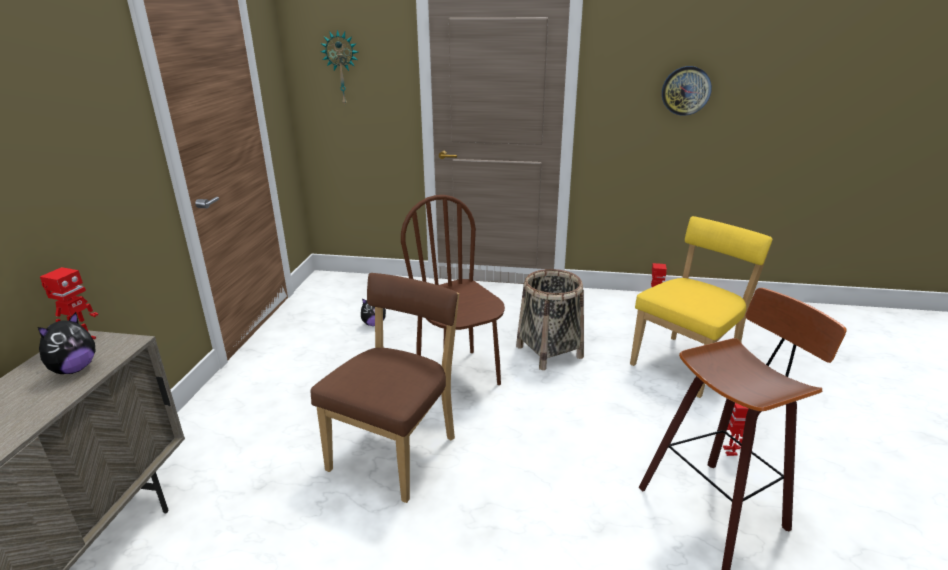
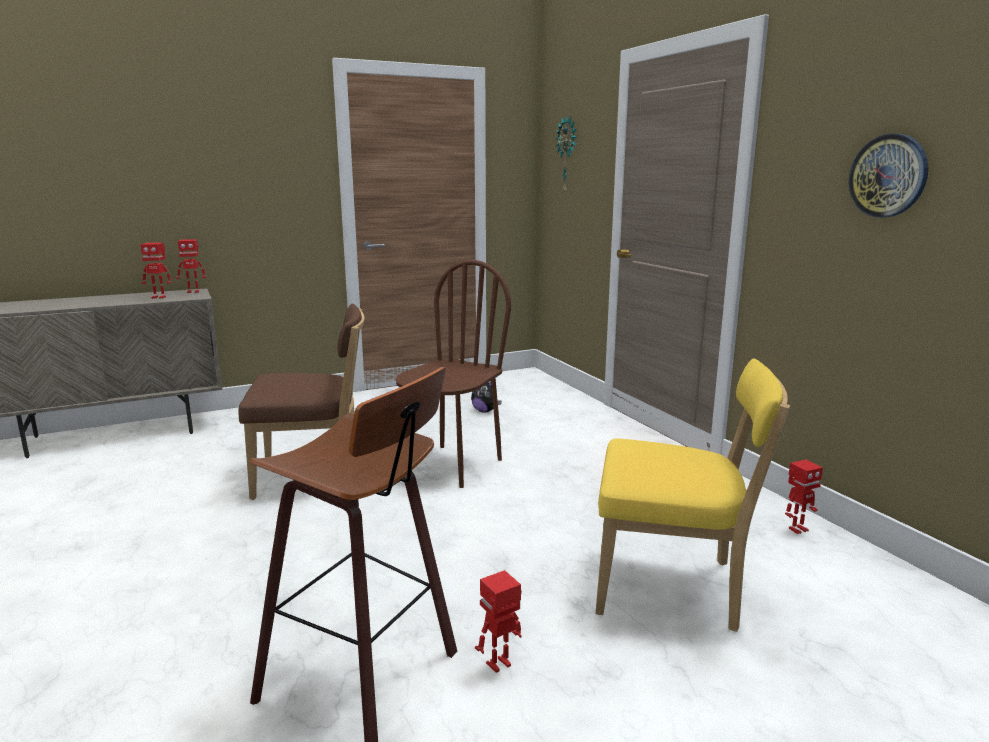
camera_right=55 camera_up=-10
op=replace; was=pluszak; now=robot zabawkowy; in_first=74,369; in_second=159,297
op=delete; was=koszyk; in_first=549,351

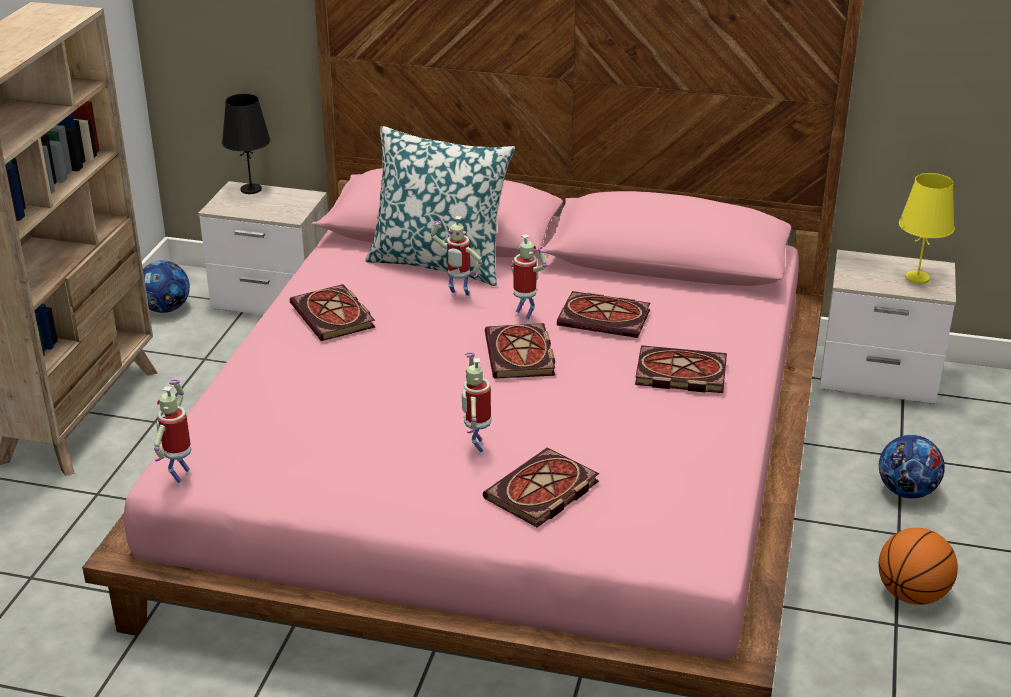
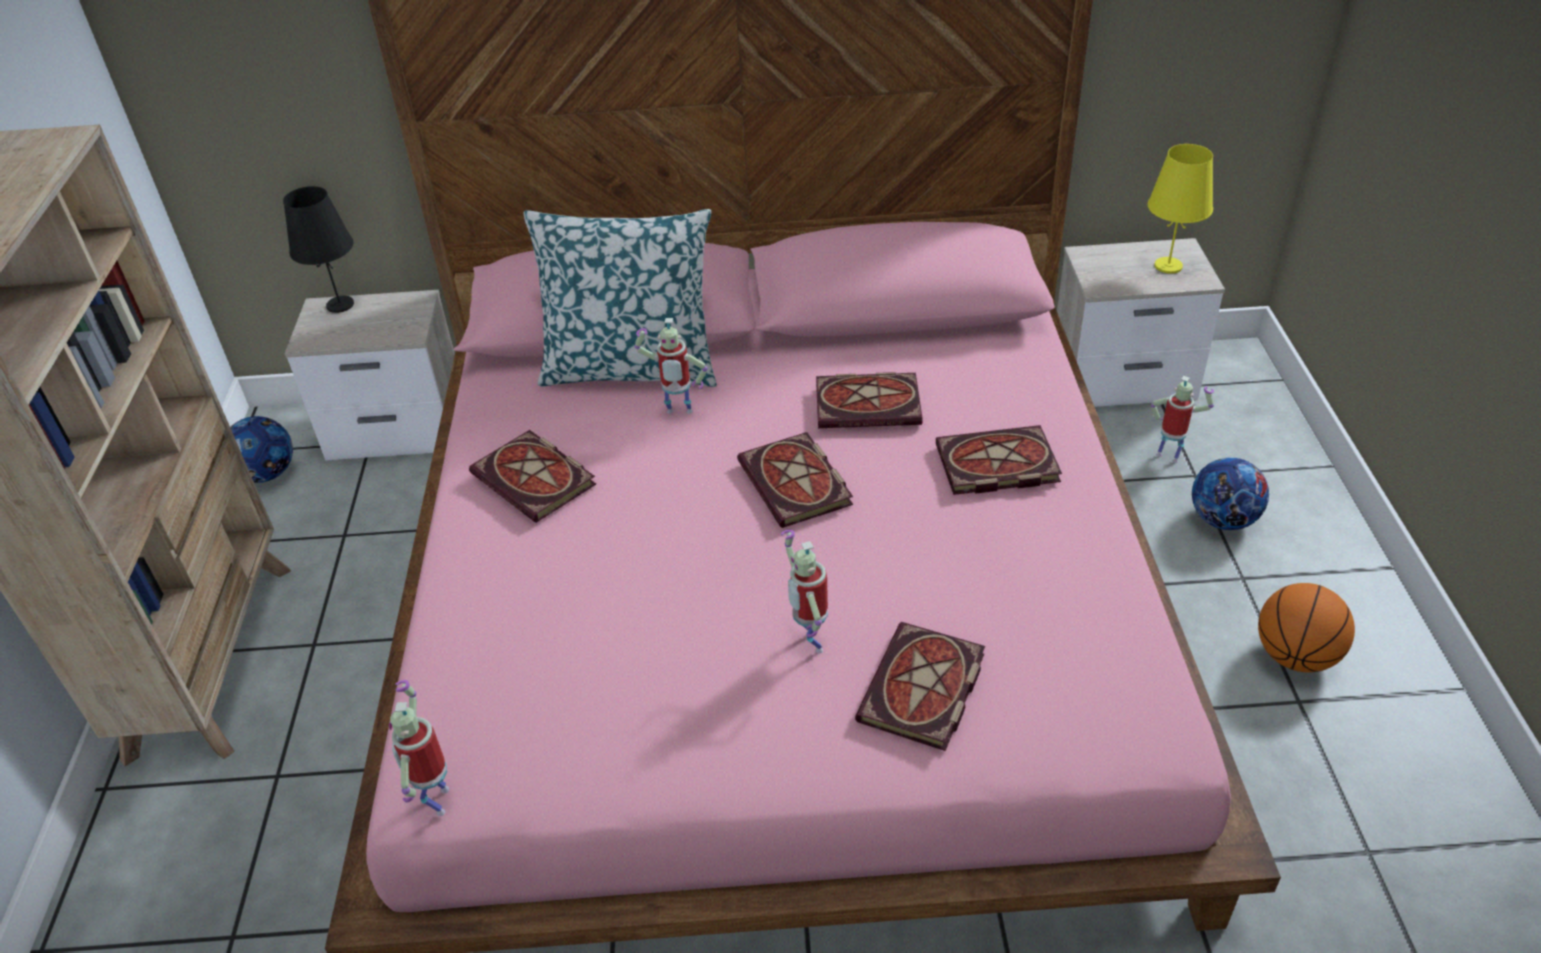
camera_right=-15 camera_up=10
op=move; was=robot zabawkowy; in_first=525,318; in_second=1169,456

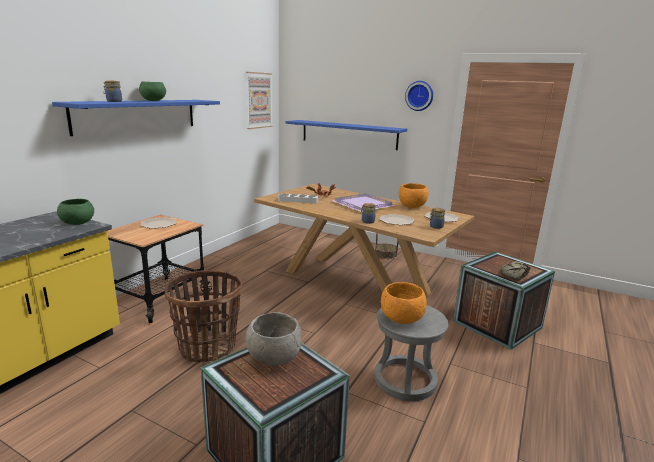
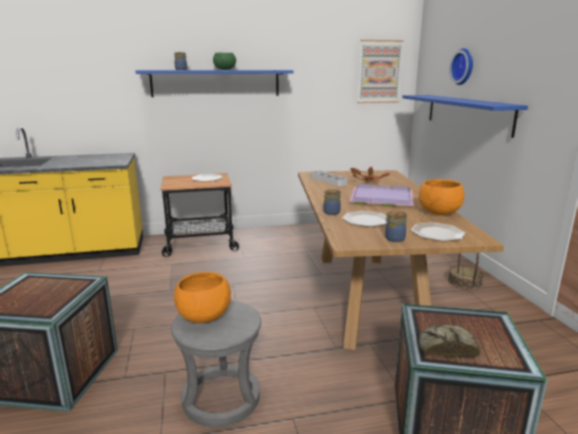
camera_right=50 camera_up=0
op=move; was=zegar ścienny; in_first=419,96; in_second=464,66
op=delete; was=miska (zielony); in_first=77,223
op=delete; was=koszyk; in_first=207,347
op=delete; was=miska (szary); in_first=274,359

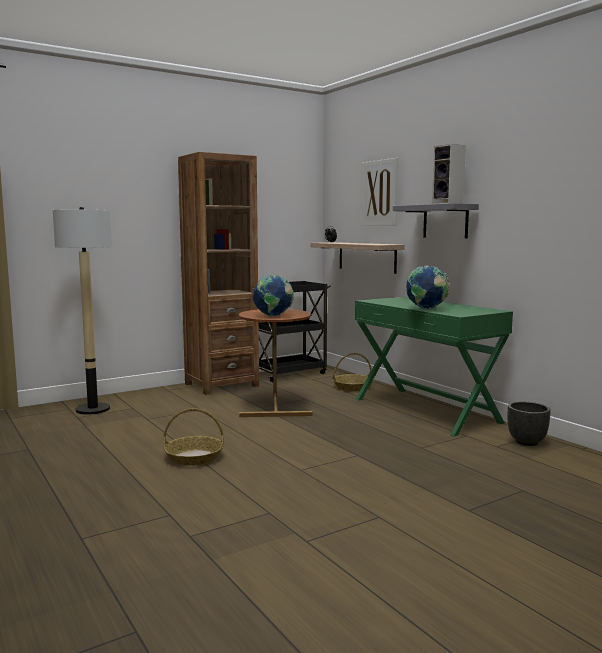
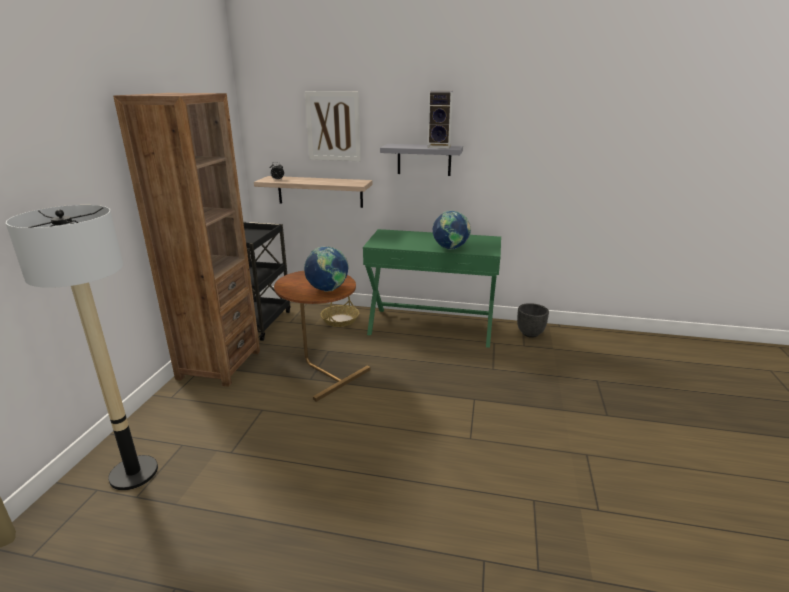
camera_right=-45 camera_up=15
op=delete; was=koszyk; in_first=194,457

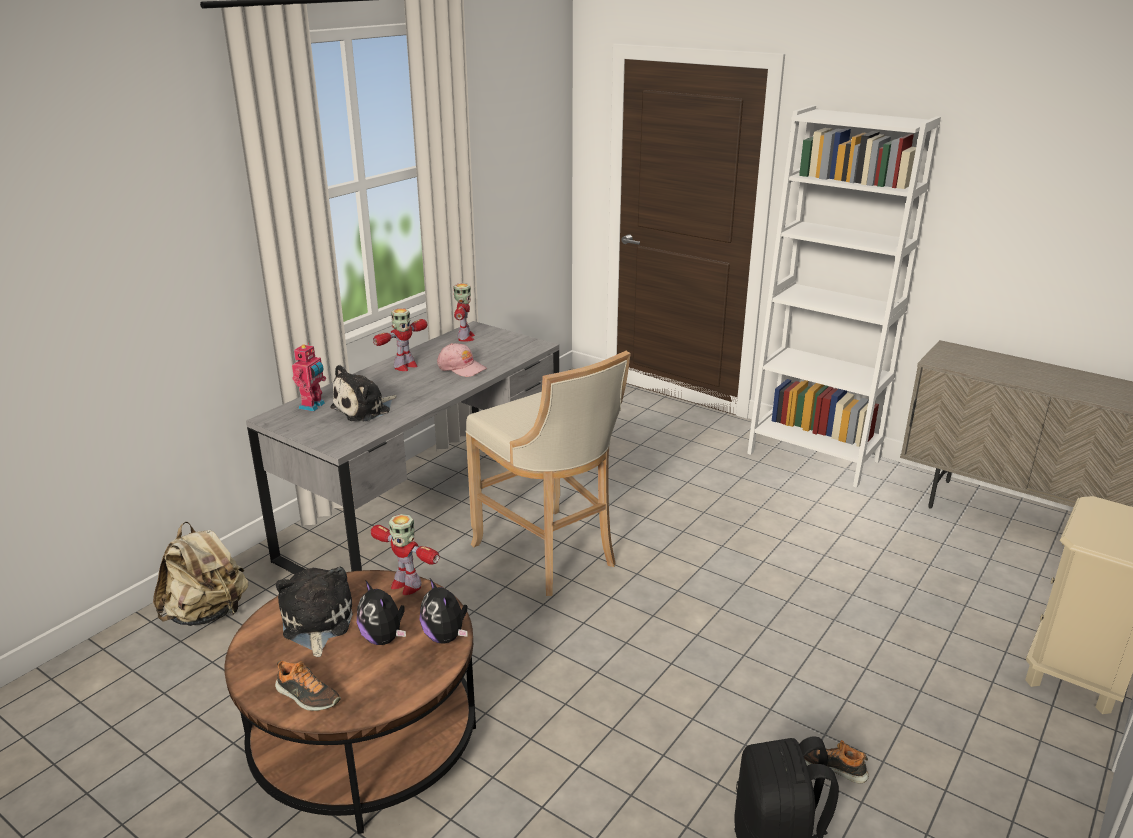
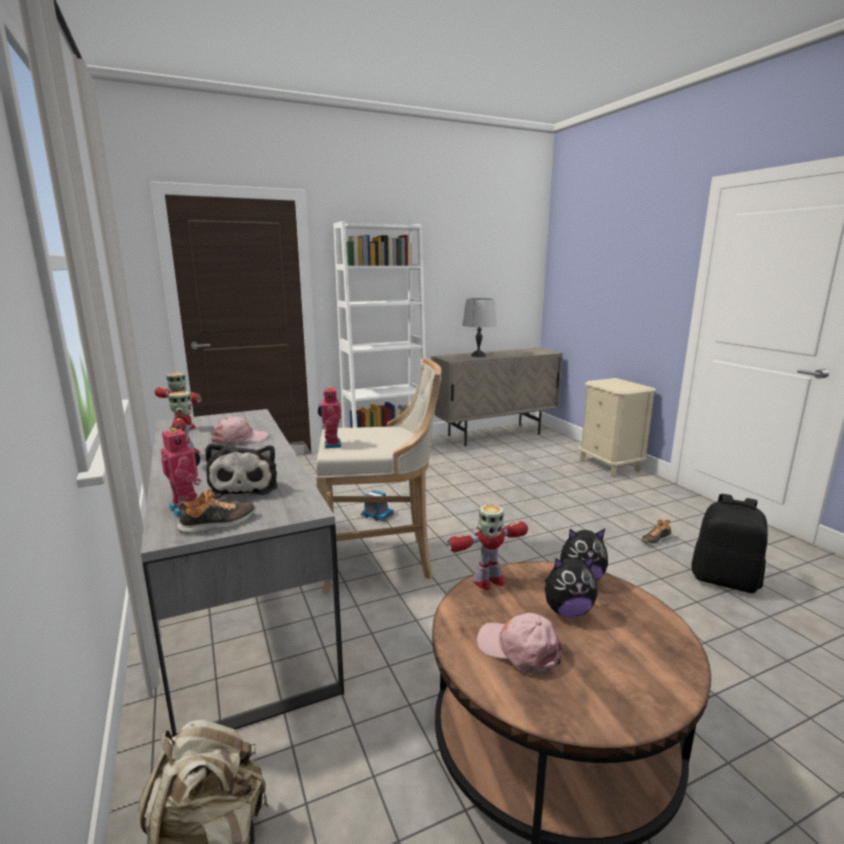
camera_right=-60 camera_up=-10
op=move; was=but; in_first=307,696; in_second=218,524
op=insert; now=robot zabawkowy; in_second=331,445
op=insert; now=ciężarówka zabawkowa; in_second=376,515
op=insert; now=lampa stołowa (szary); in_second=478,355
op=replace; was=pluszak; now=czapka z daszkiem (różowy); in_first=316,623; in_second=519,649

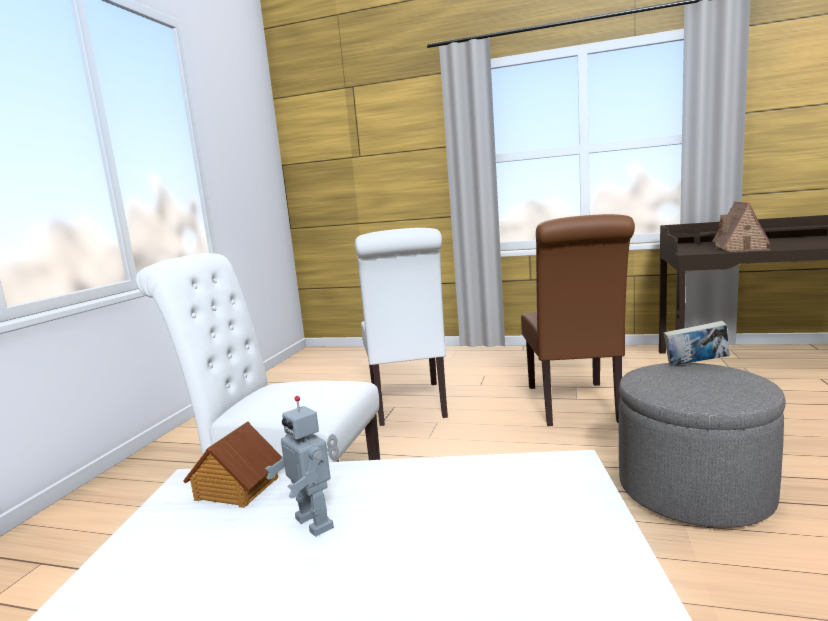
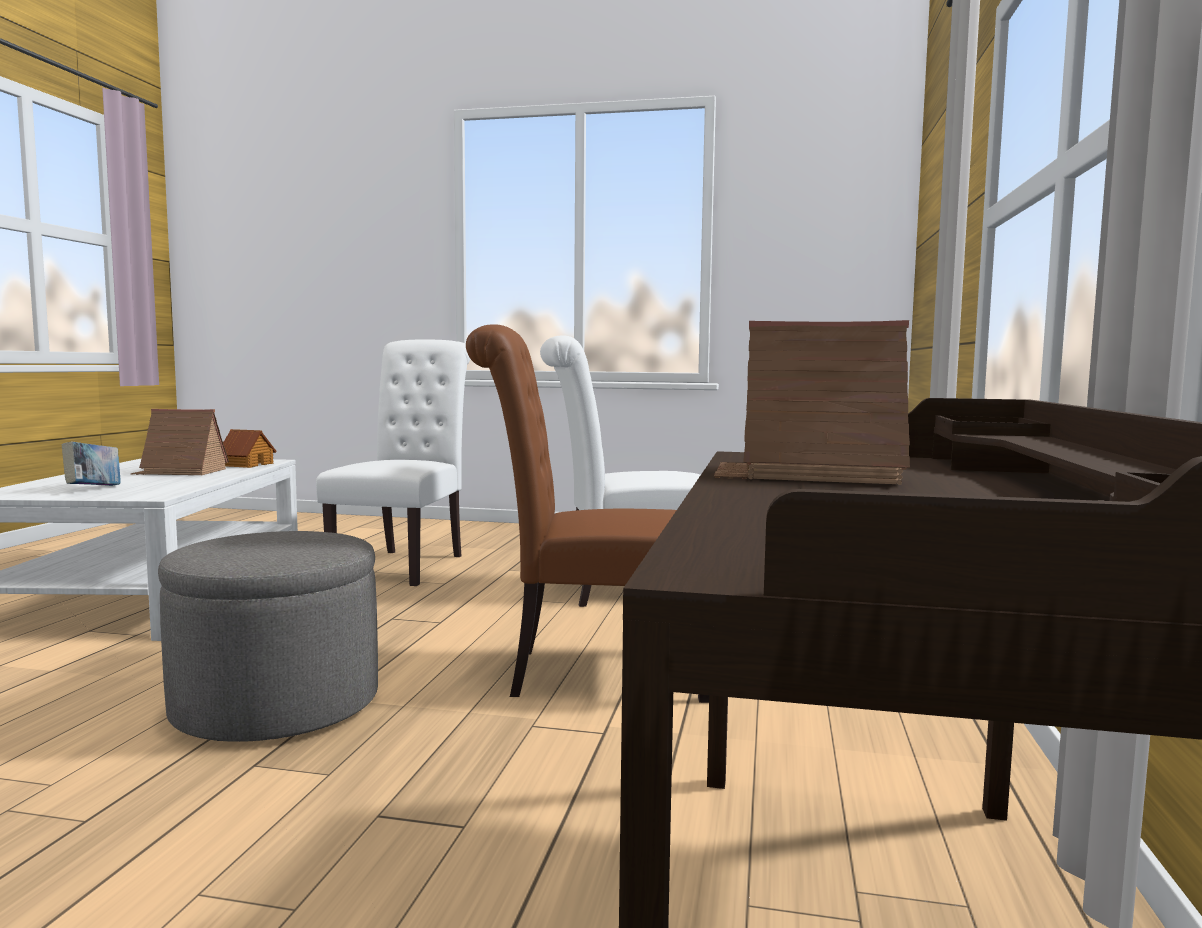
camera_right=85 camera_up=-5
op=move; was=książka; in_first=695,365; in_second=93,489
op=replace; was=robot zabawkowy; now=domek; in_first=316,522; in_second=181,472

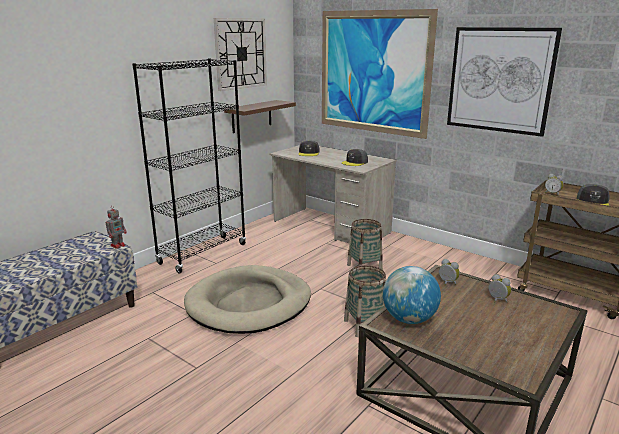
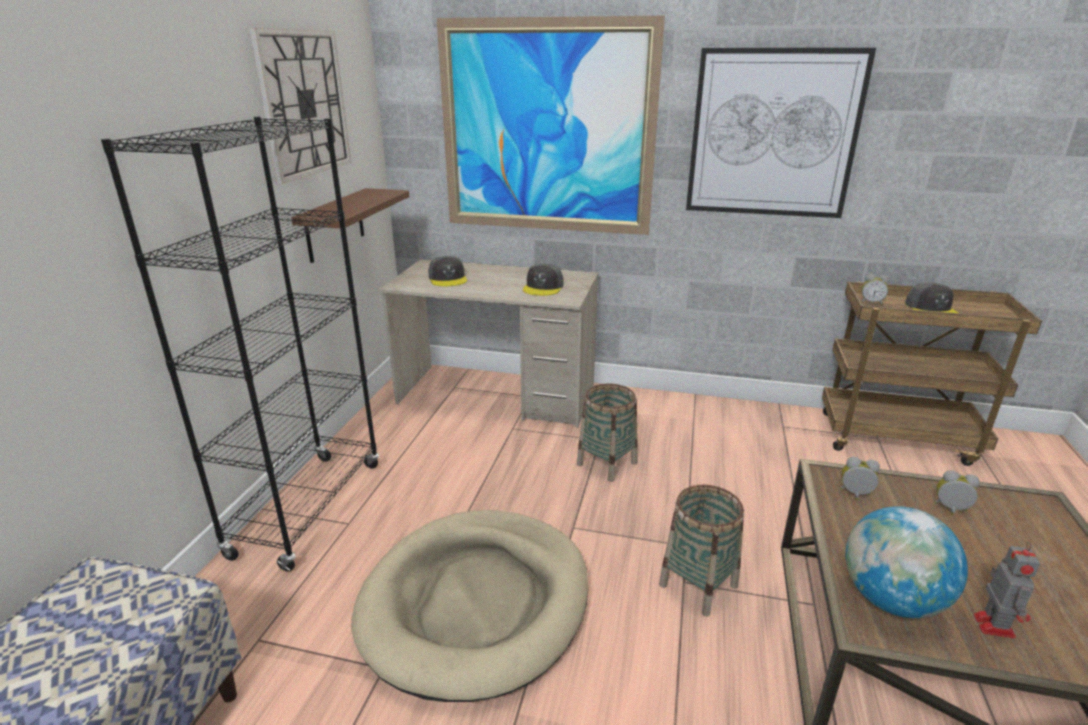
camera_right=-25 camera_up=5
op=move; was=robot zabawkowy; in_first=118,245; in_second=993,624

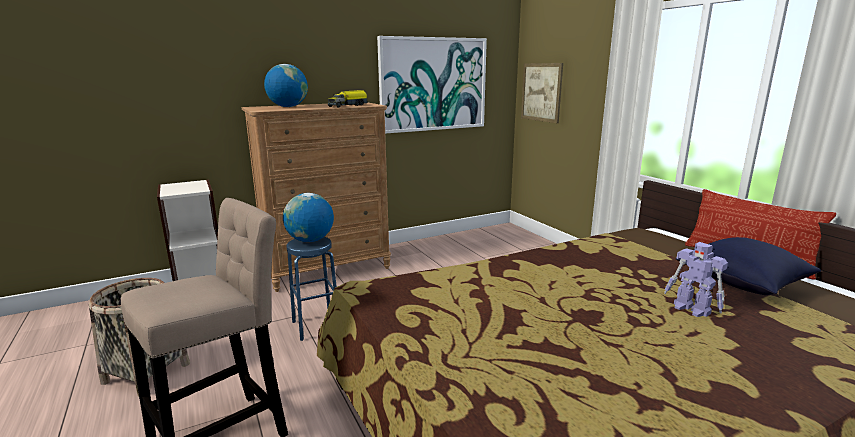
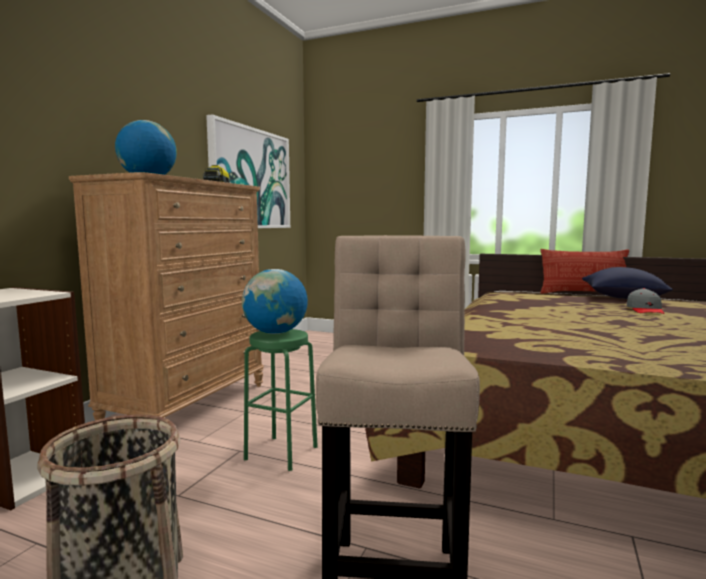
camera_right=-40 camera_up=-10
op=recolor; was=stołek (niebieski); now=stołek (zielony); in_first=316,326; in_second=281,453
op=replace; was=robot zabawkowy; now=czapka z daszkiem (szary); in_first=692,309; in_second=645,310
op=delete; was=obraz; in_first=541,92

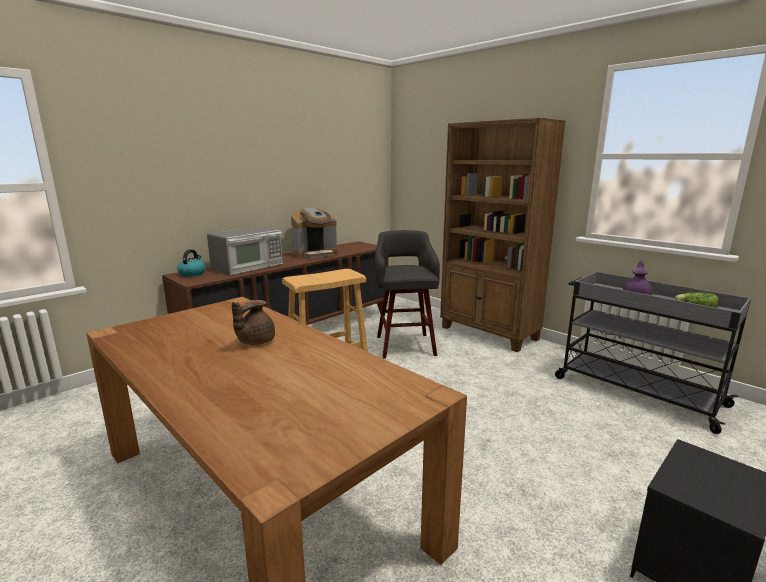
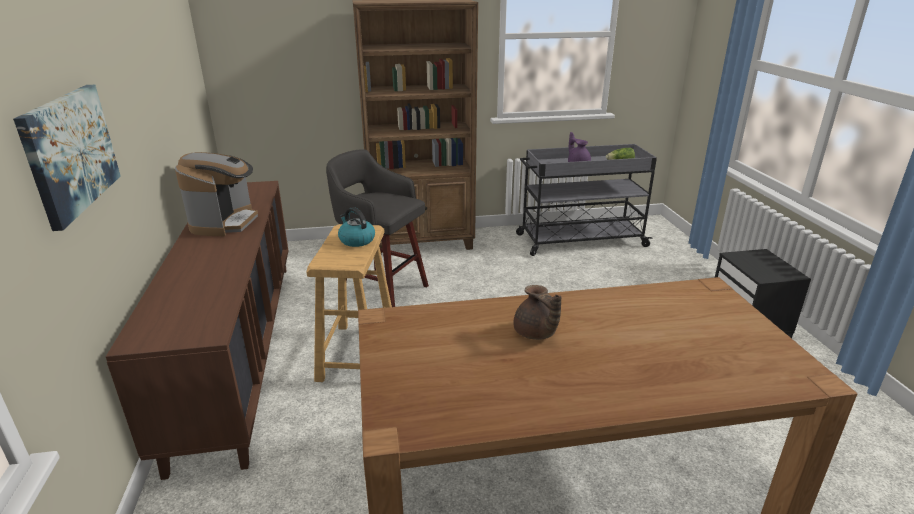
camera_right=-55 camera_up=10
op=insert; now=obraz; in_second=70,152
op=move; was=czajnik; in_first=192,273; in_second=356,240
op=delete; was=mikrofalówka; in_first=248,266

